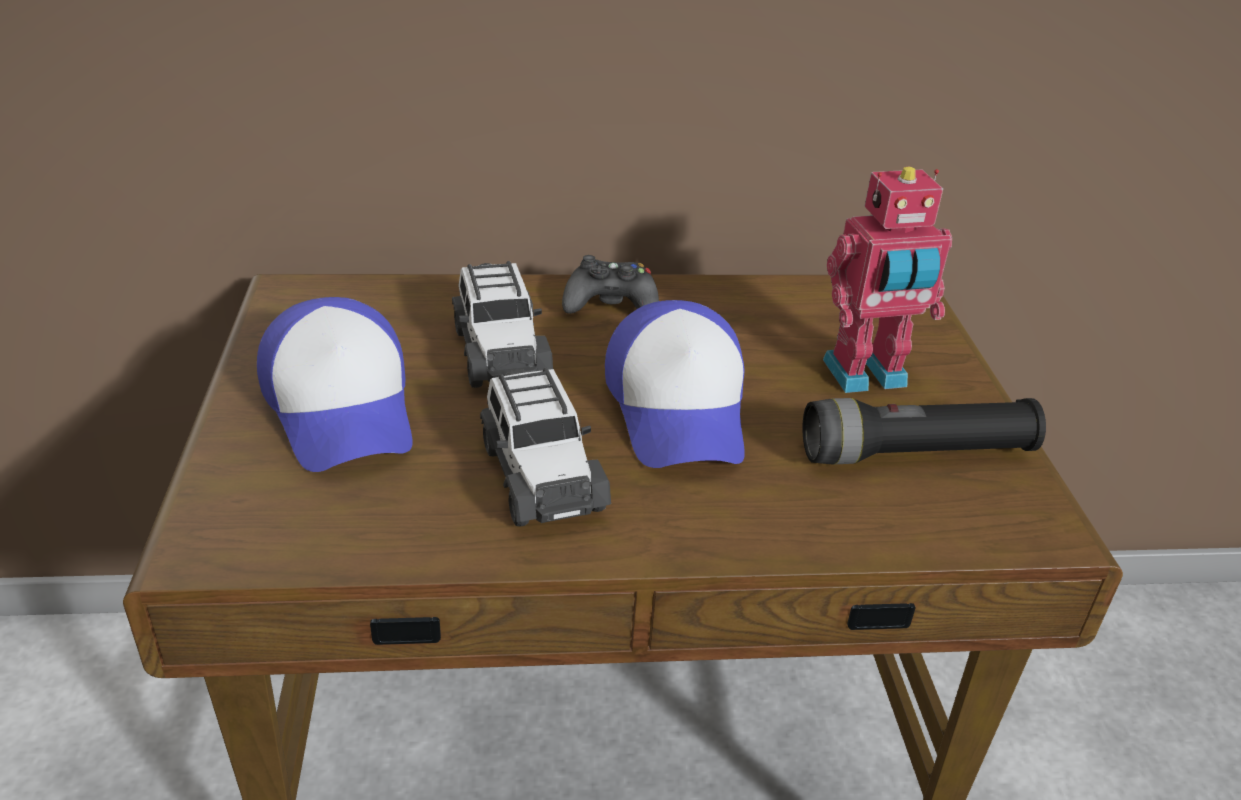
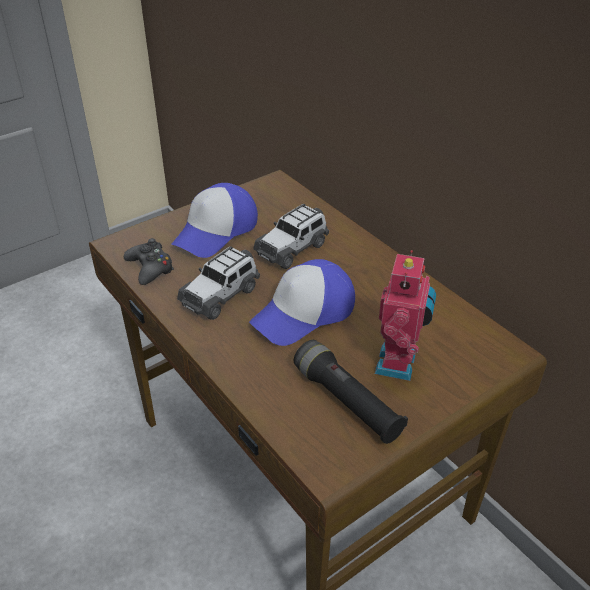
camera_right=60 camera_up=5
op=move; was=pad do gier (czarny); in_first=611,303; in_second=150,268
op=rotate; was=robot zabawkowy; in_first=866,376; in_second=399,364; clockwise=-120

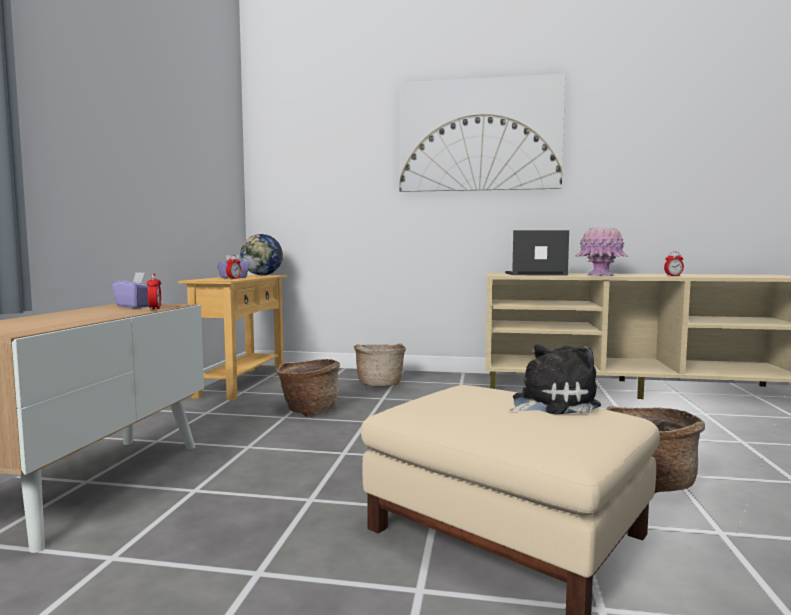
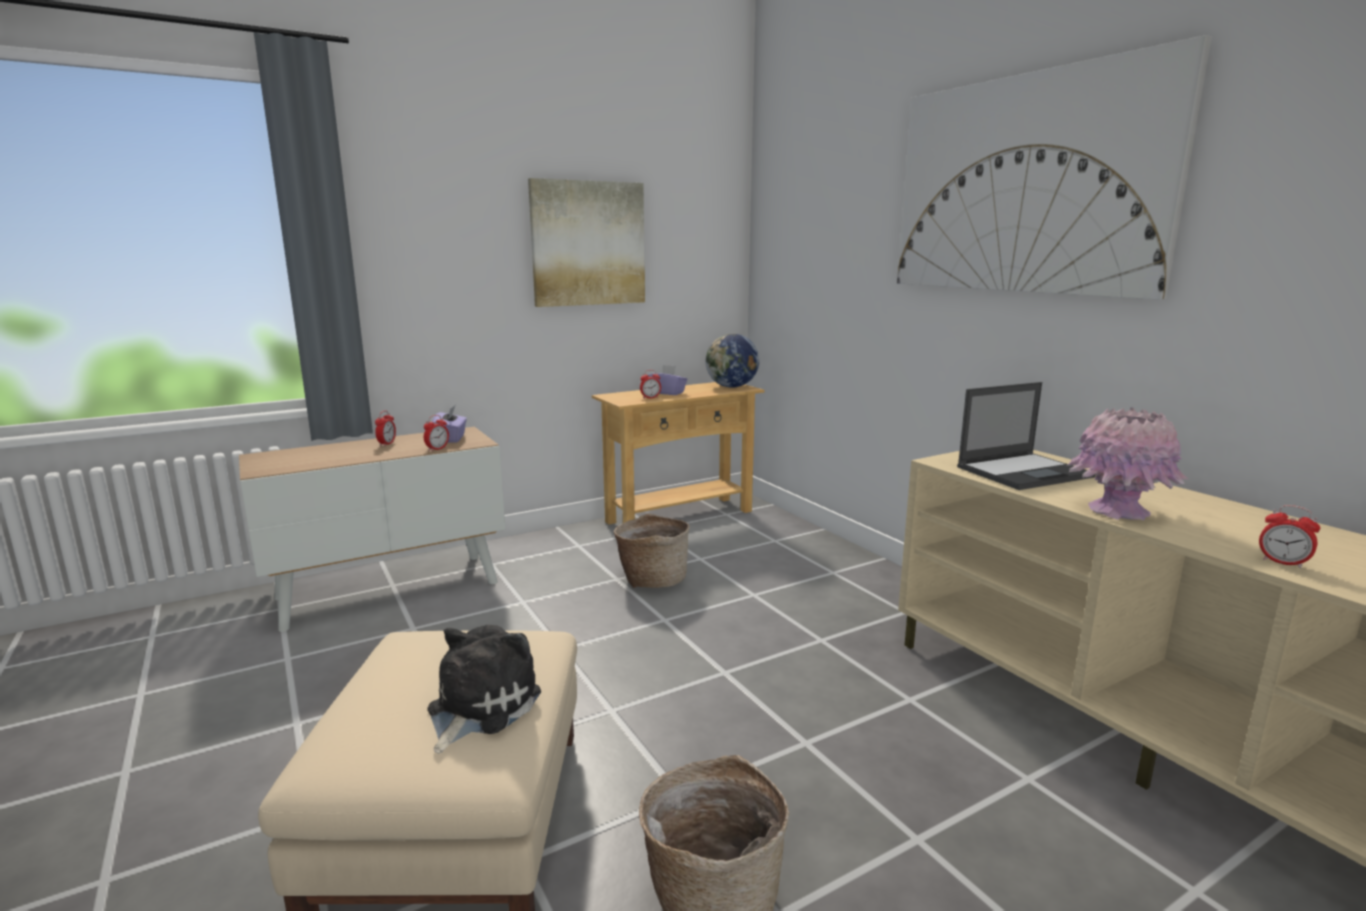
camera_right=50 camera_up=10
op=insert; now=budzik; in_second=387,444
op=rotate; was=pluszak; in_first=549,403; in_second=479,707; clockwise=-90
op=insert; now=obraz; in_second=588,243
op=rotate; was=laptop; in_first=534,274; in_second=1025,472; clockwise=105
op=delete; was=koszyk; in_first=380,384

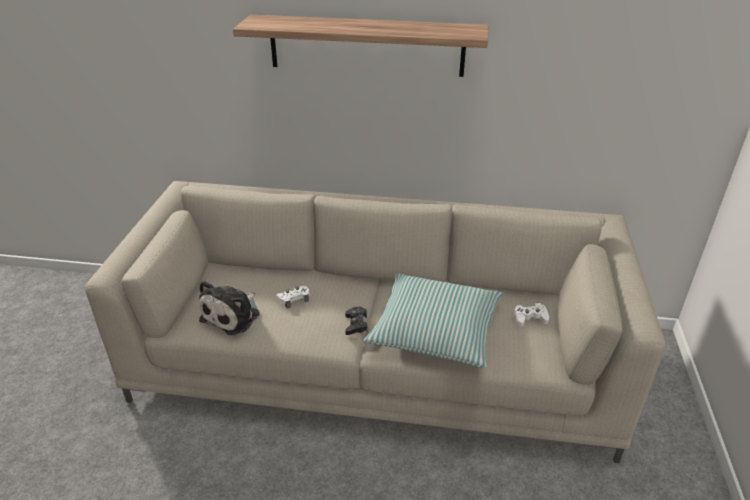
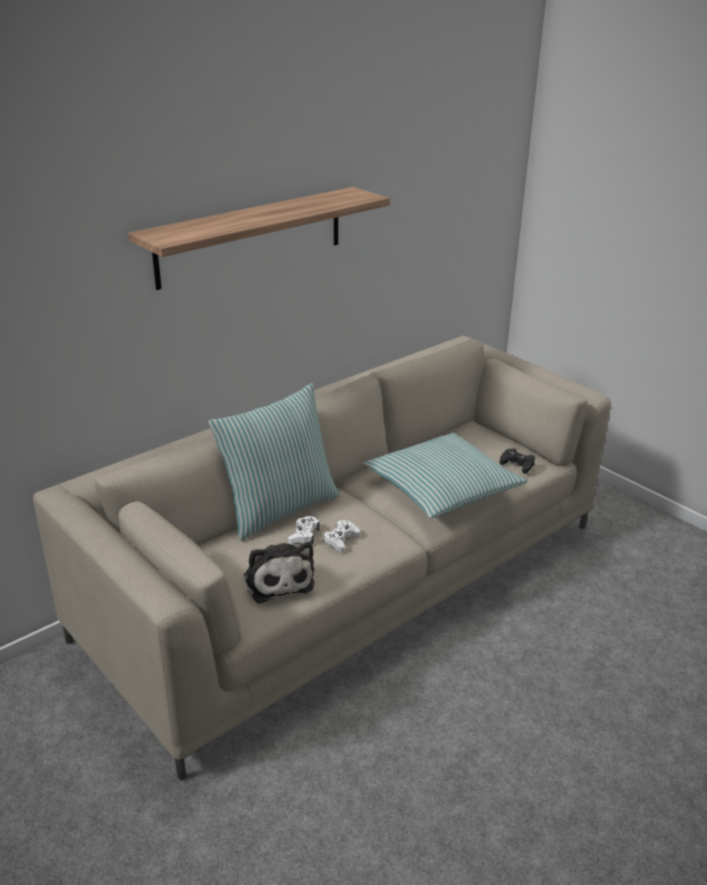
camera_right=-50 camera_up=-5
op=insert; now=poduszka; in_second=279,508
op=move; was=pad do gier (biały); in_first=530,318; in_second=341,540
op=move; was=pad do gier (czarny); in_first=356,324; in_second=517,464

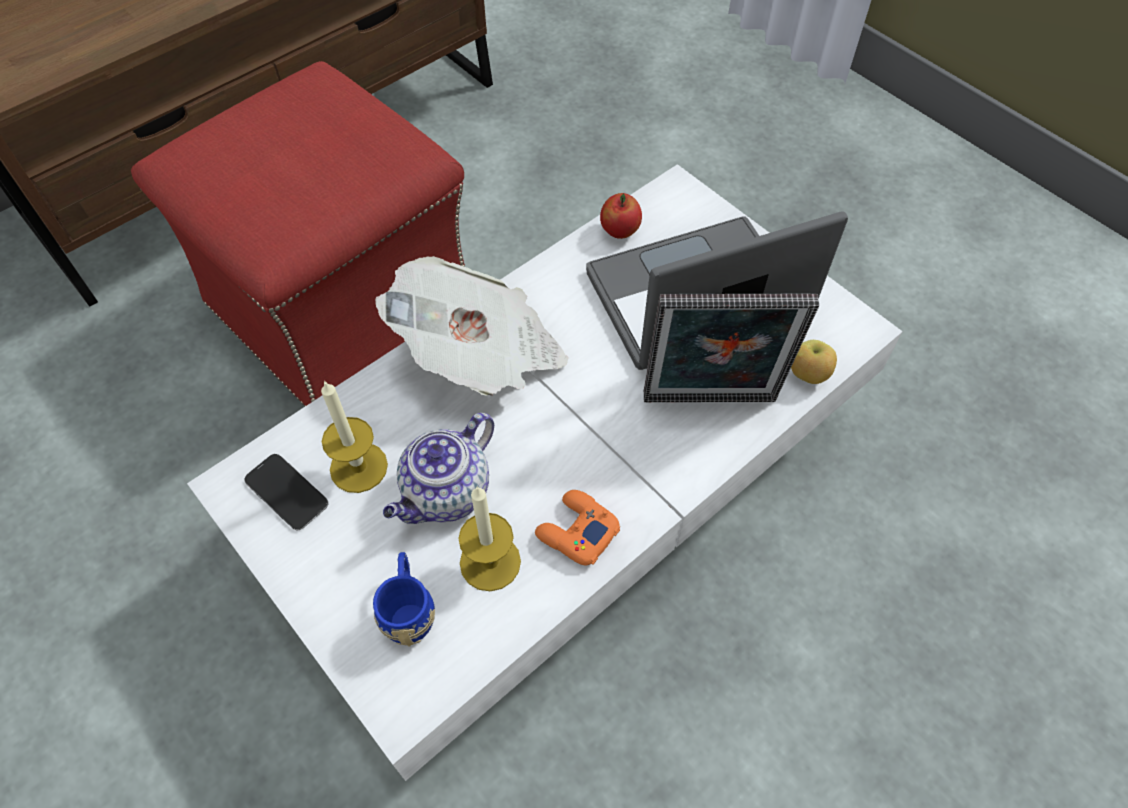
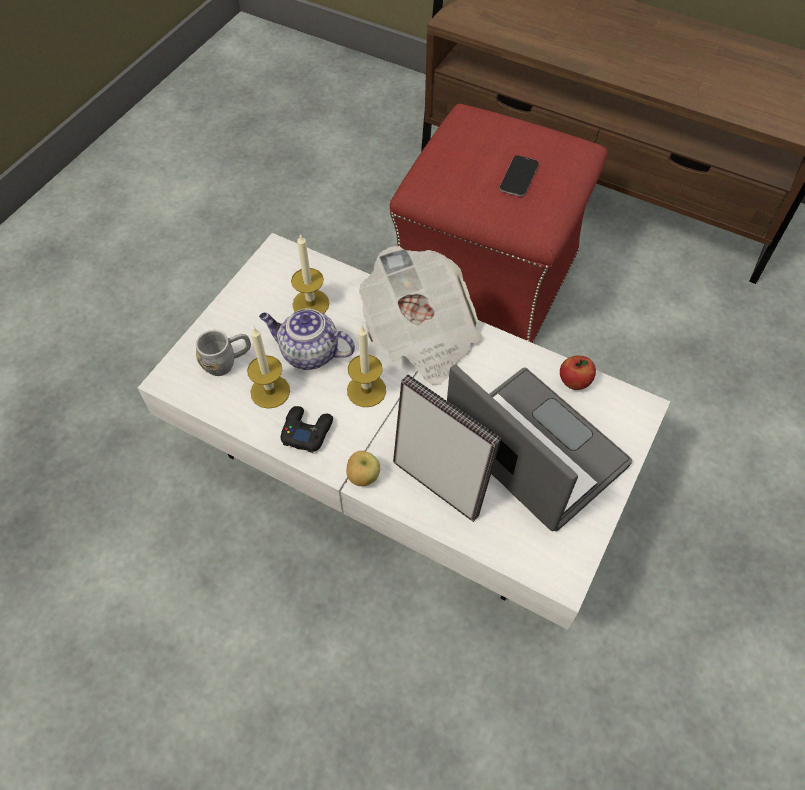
camera_right=70 camera_up=0
op=recolor; was=kubek (niebieski); now=kubek (szary); in_first=409,609; in_second=227,362
op=recolor; was=pad do gier (pomarańczowy); now=pad do gier (czarny); in_first=576,532; in_second=306,431
op=move; was=jabłko; in_first=807,375; in_second=363,477
op=insert; now=świeca; in_second=366,390
op=rotate; was=ramka na zdjęcie; in_first=709,404; in_second=439,484; clockwise=150
op=move; was=telefon; in_first=287,492; in_second=519,177

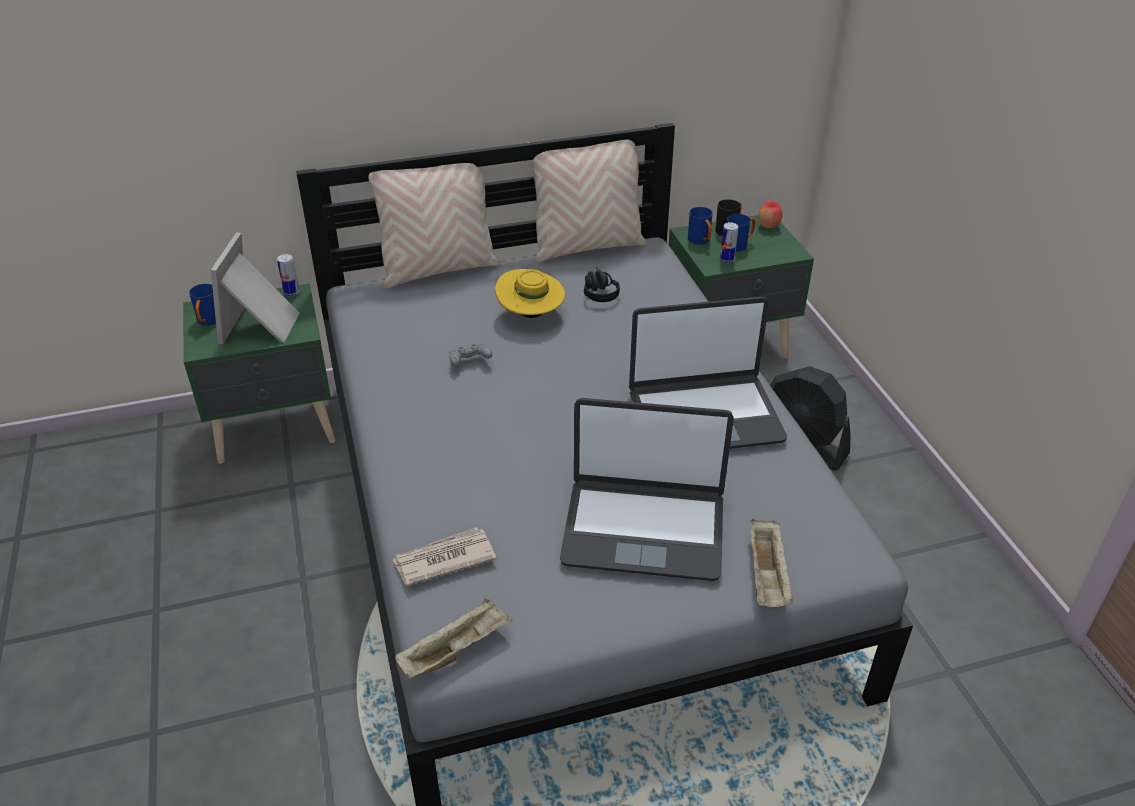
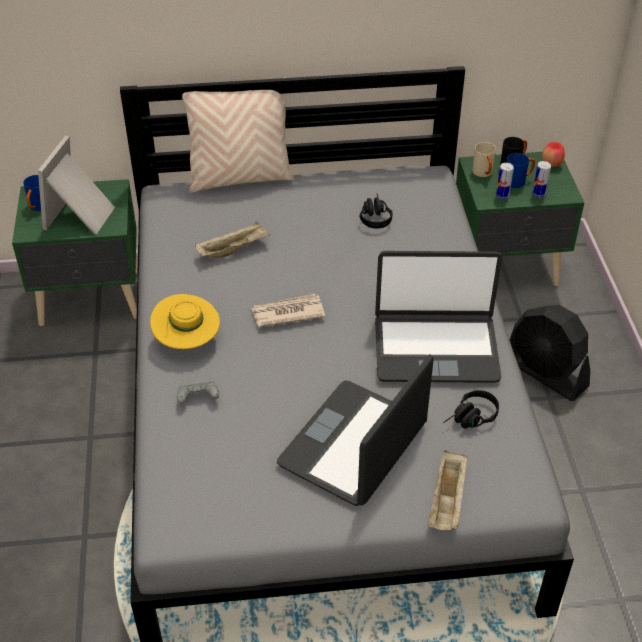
camera_right=10 camera_up=5
op=move; was=kapelusz (żółty); in_first=531,314; in_second=187,340
op=move; was=pad do gier (szary); in_first=469,362; in_second=198,398
op=move; was=taca (beżowy); in_first=456,650; in_second=233,249
op=move; was=gazeta; in_first=443,559; in_second=287,313
op=rotate; was=laptop; in_first=643,529; in_second=355,445; clockwise=105
op=insert; now=słuchawki (czarny); in_second=470,419
op=recolor; was=kubek (niebieski); now=kubek (beżowy); in_first=701,241; in_second=483,174
op=move; was=puszka; in_first=291,293; in_second=538,194
op=delete; was=poduszka (beżowy); in_first=587,246

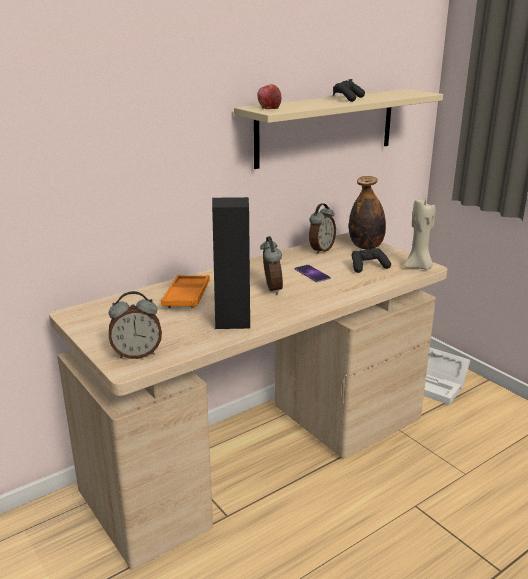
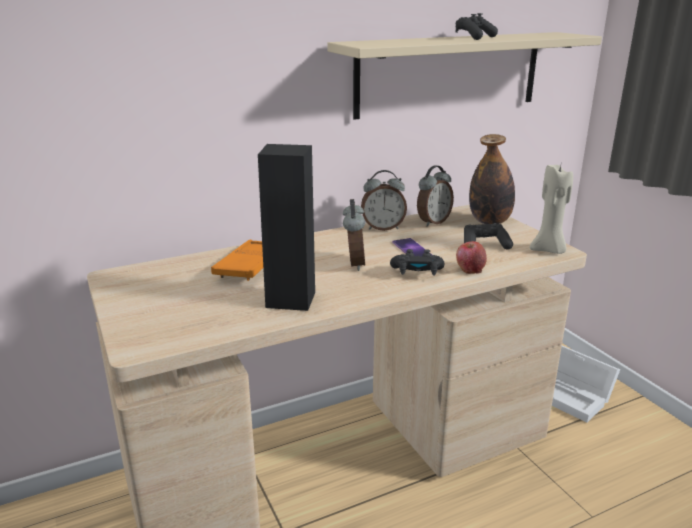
camera_right=10 camera_up=0
op=move; was=budzik; in_first=137,354; in_second=383,228
op=insert; now=pad do gier (czarny); in_second=417,273
op=move; was=jabłko; in_first=269,107; in_second=470,269

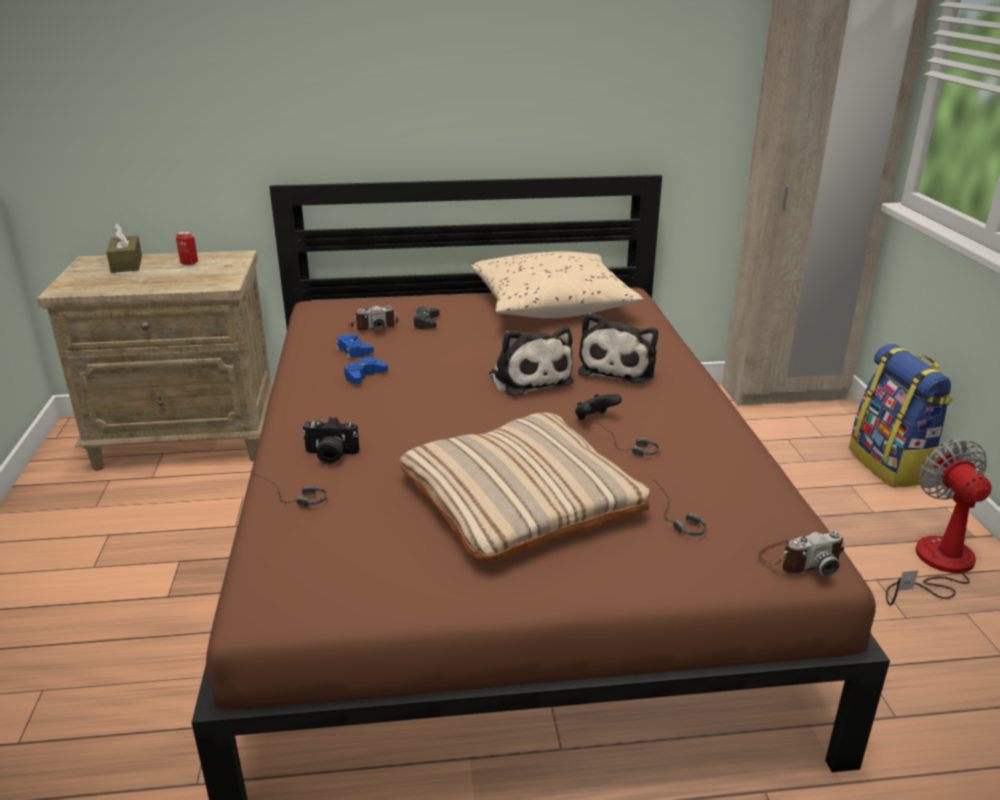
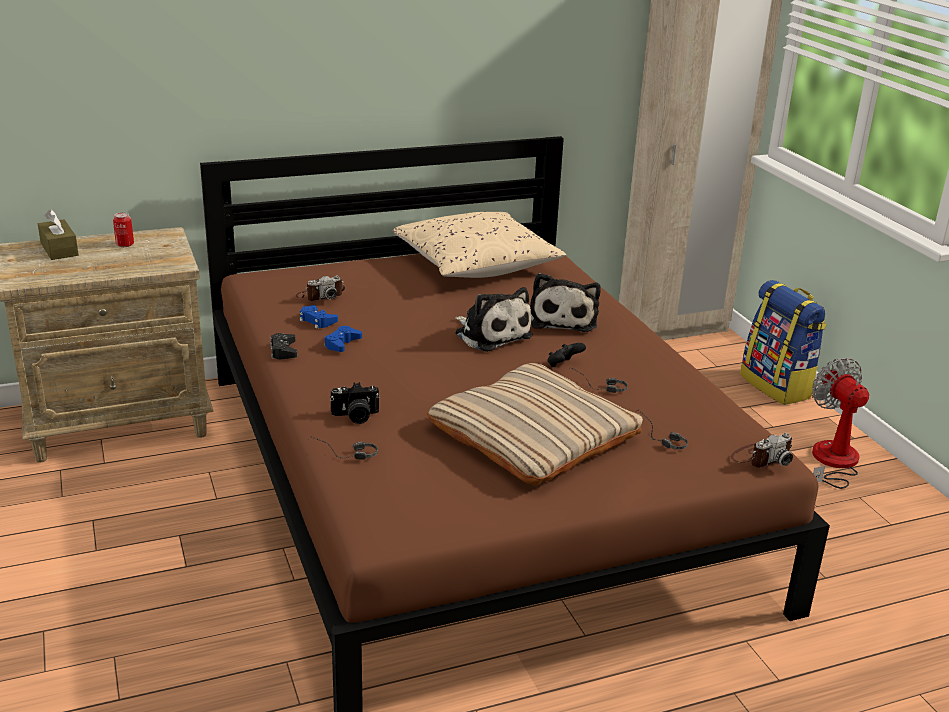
camera_right=-15 camera_up=0
op=move; was=pad do gier (czarny); in_first=426,322; in_second=283,351

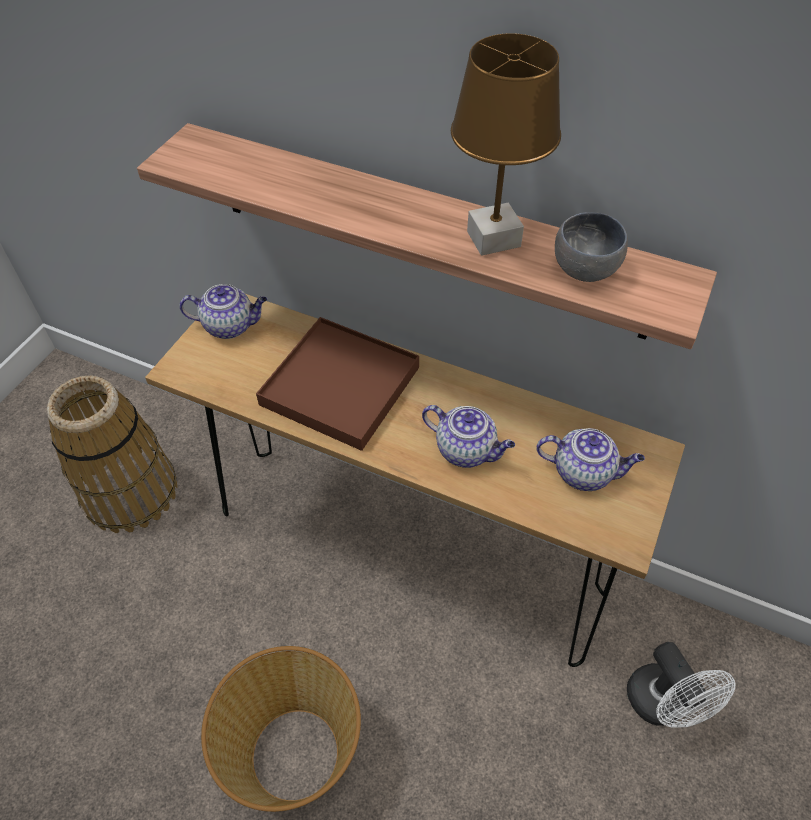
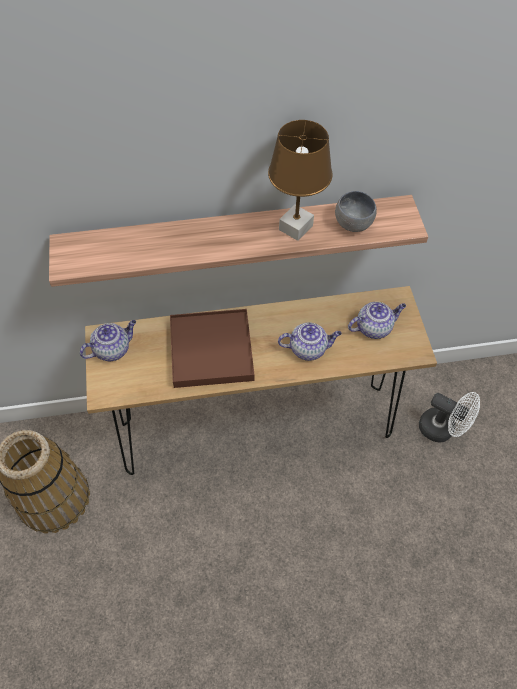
camera_right=-35 camera_up=5
op=delete; was=koszyk; in_first=294,752

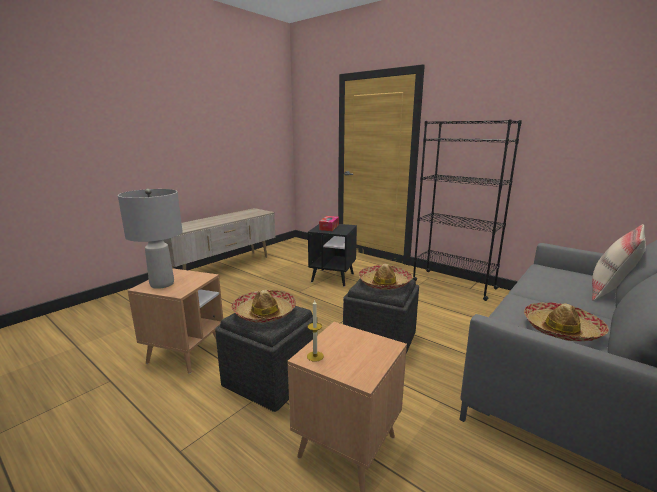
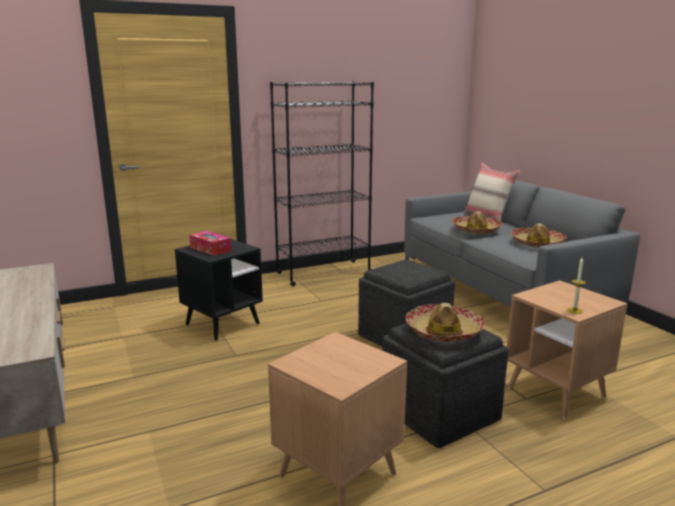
camera_right=-65 camera_up=0
op=move; was=kapelusz; in_first=384,283; in_second=476,230
op=delete; was=lampa stołowa (szary); in_first=162,284

